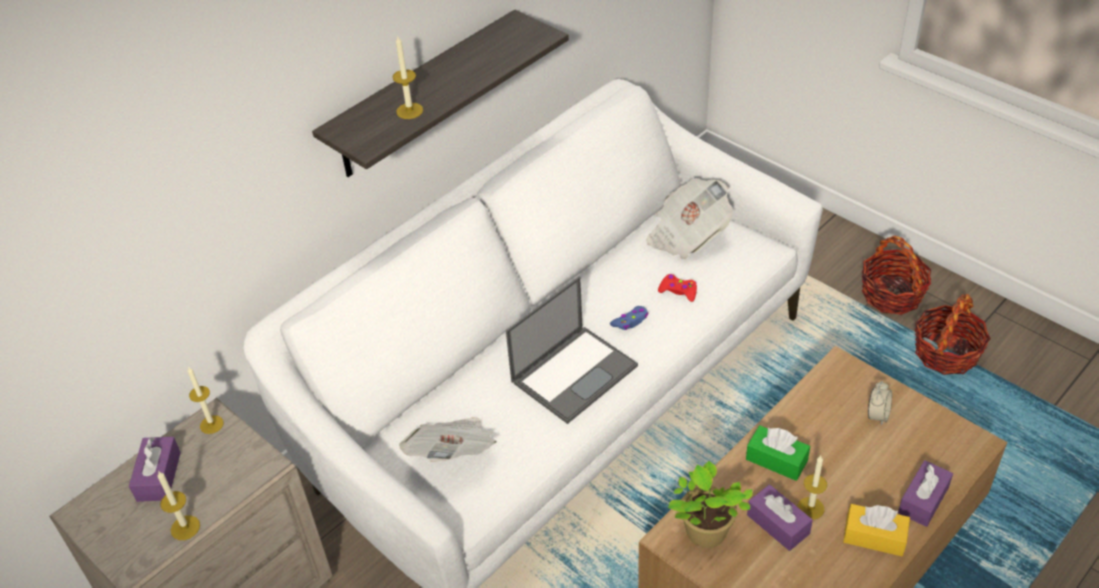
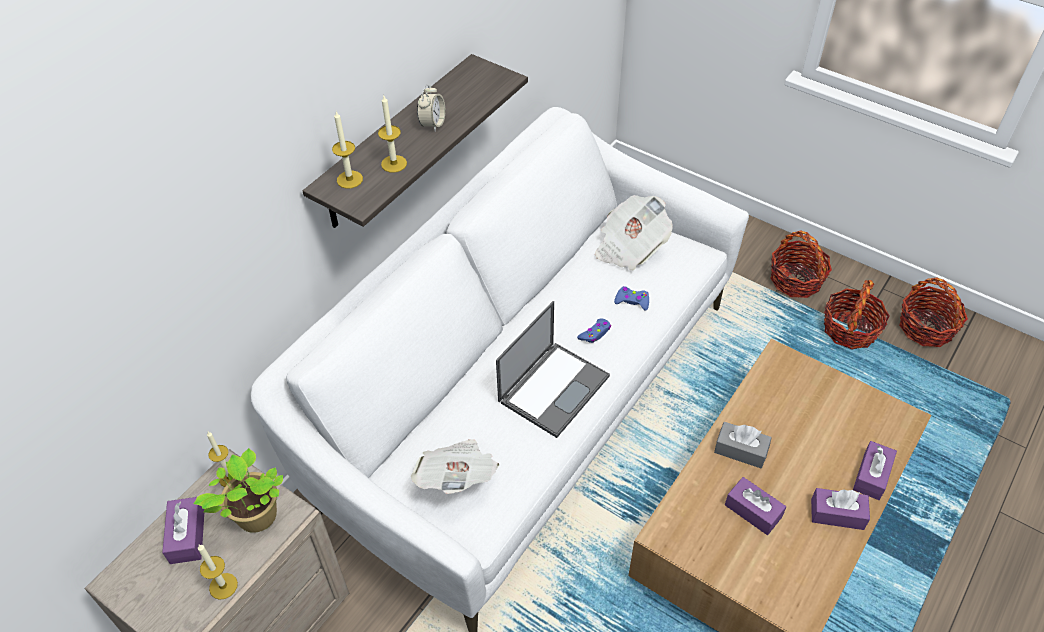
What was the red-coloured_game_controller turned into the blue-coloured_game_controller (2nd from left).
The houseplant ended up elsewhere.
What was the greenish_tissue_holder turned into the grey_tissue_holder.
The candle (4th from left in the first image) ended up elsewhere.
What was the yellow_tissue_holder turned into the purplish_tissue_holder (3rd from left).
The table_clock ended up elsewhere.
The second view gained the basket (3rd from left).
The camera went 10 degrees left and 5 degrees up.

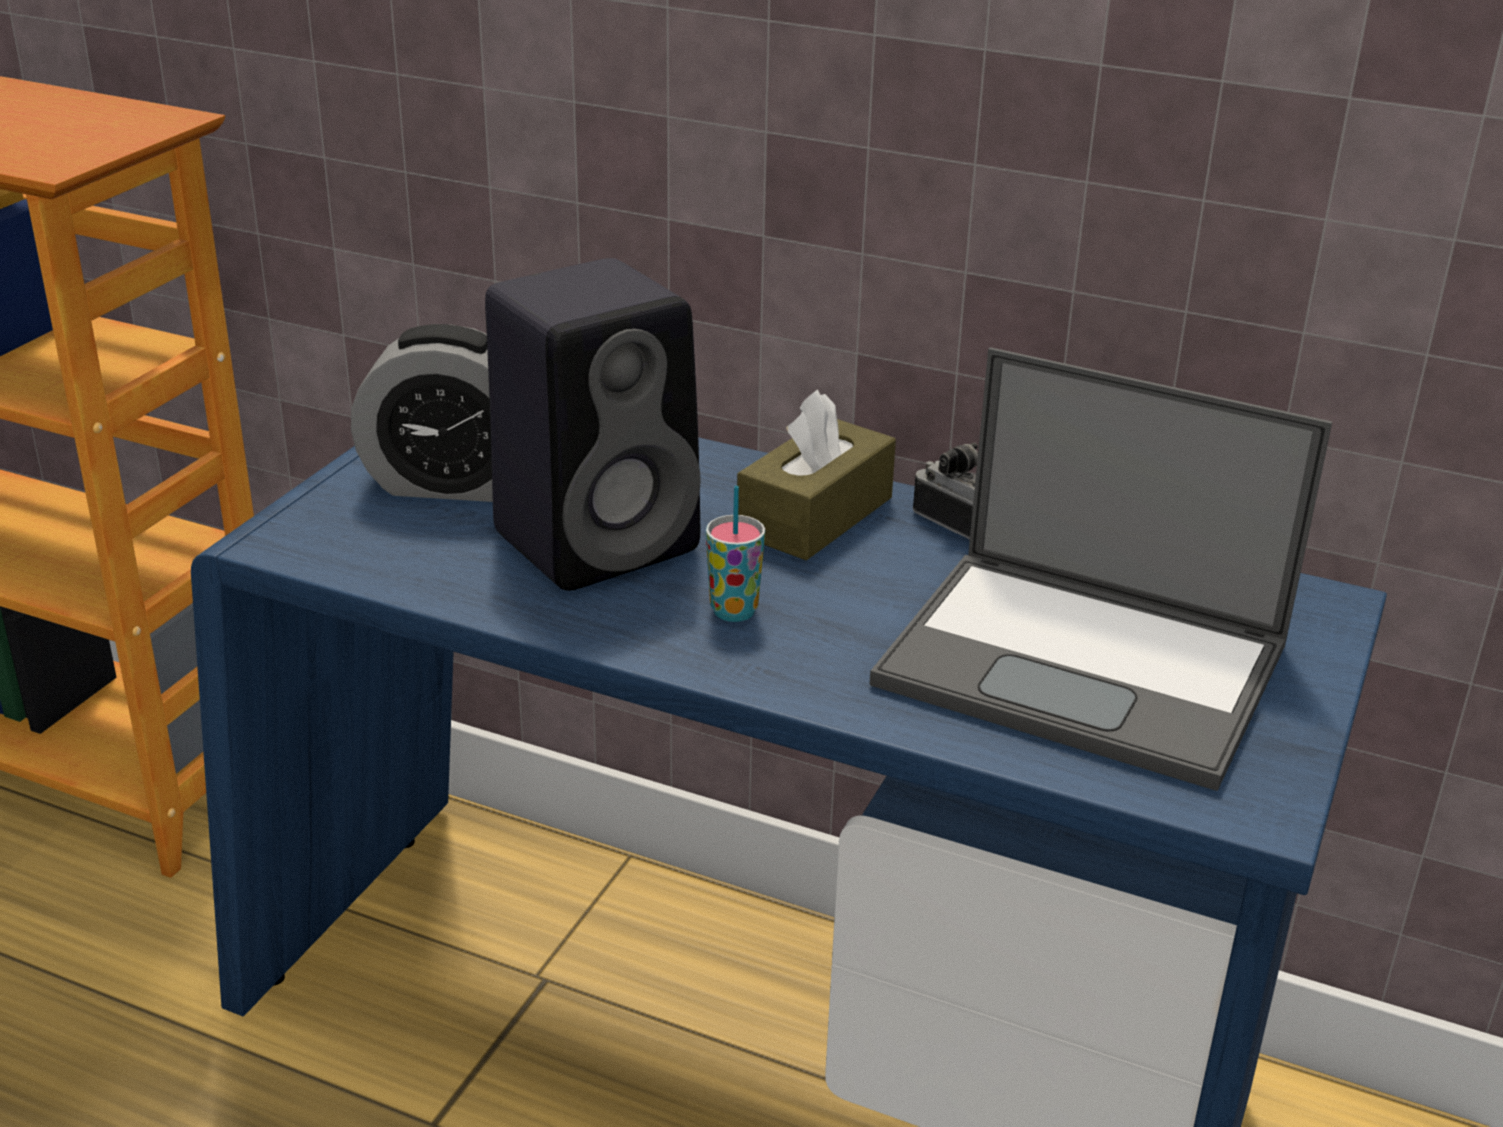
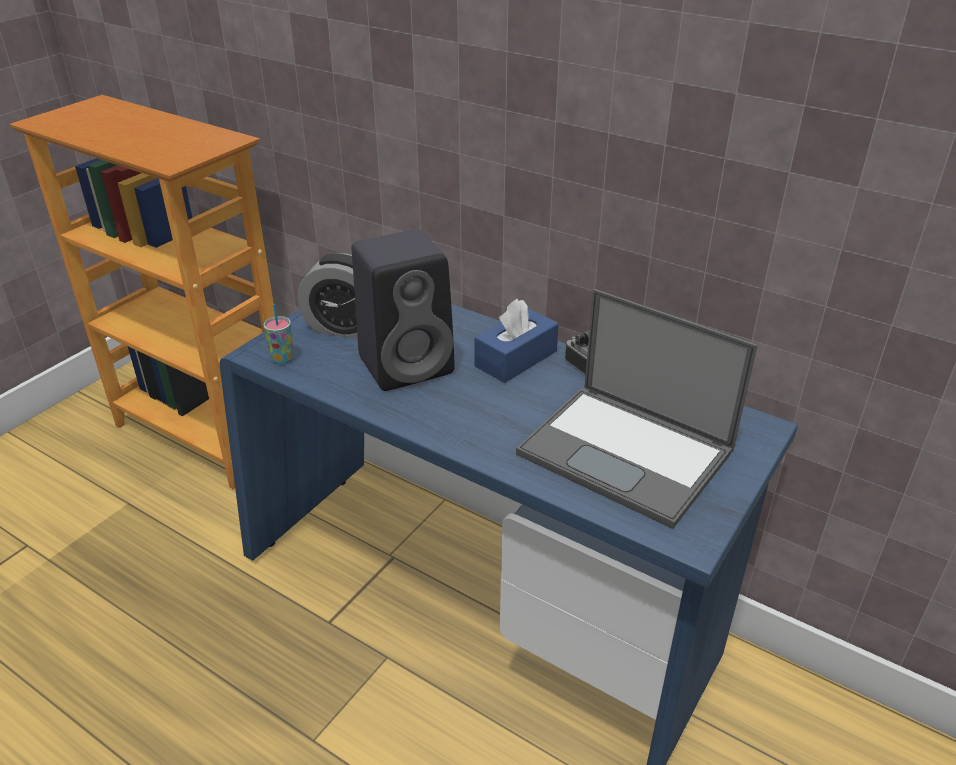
The cup ended up elsewhere.
What was the brownish_tissue_holder turned into the blue-coloured_tissue_holder.
The camera went 10 degrees right and 5 degrees up.

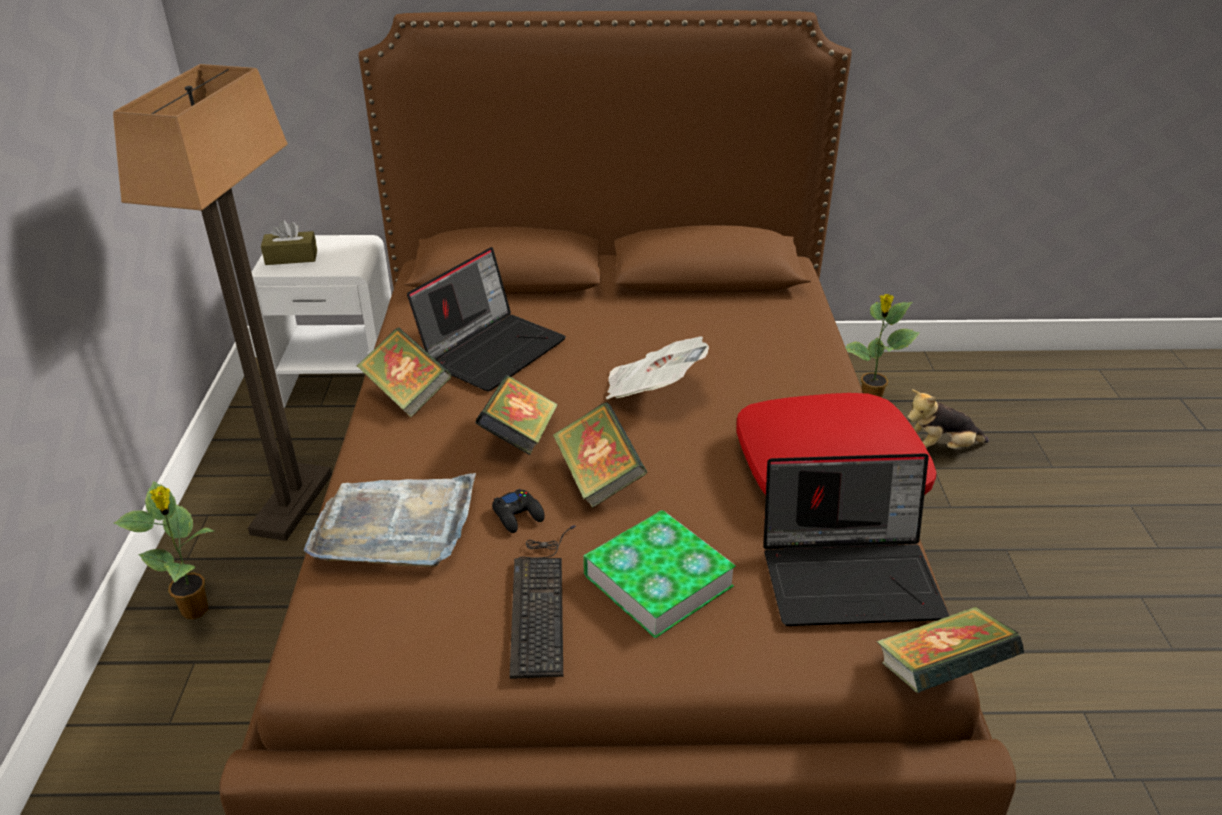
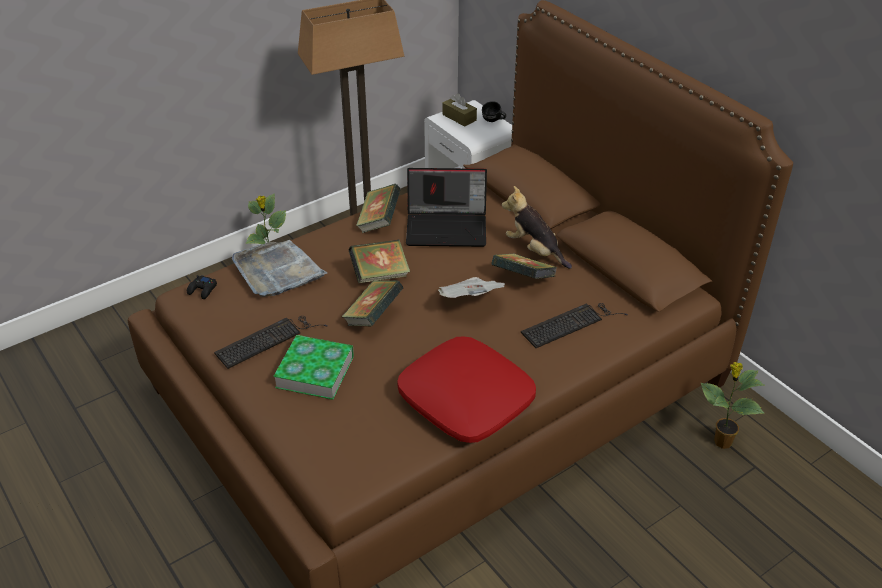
The black_game_controller ended up elsewhere.
The second view lost the notebook_computer (2nd from left).
The book (5th from left) ended up elsewhere.
The soft_toy ended up elsewhere.
The second view gained the black_coffee_mug.
The second view gained the keyboard (2nd from left).
The camera went 55 degrees right and 5 degrees up.

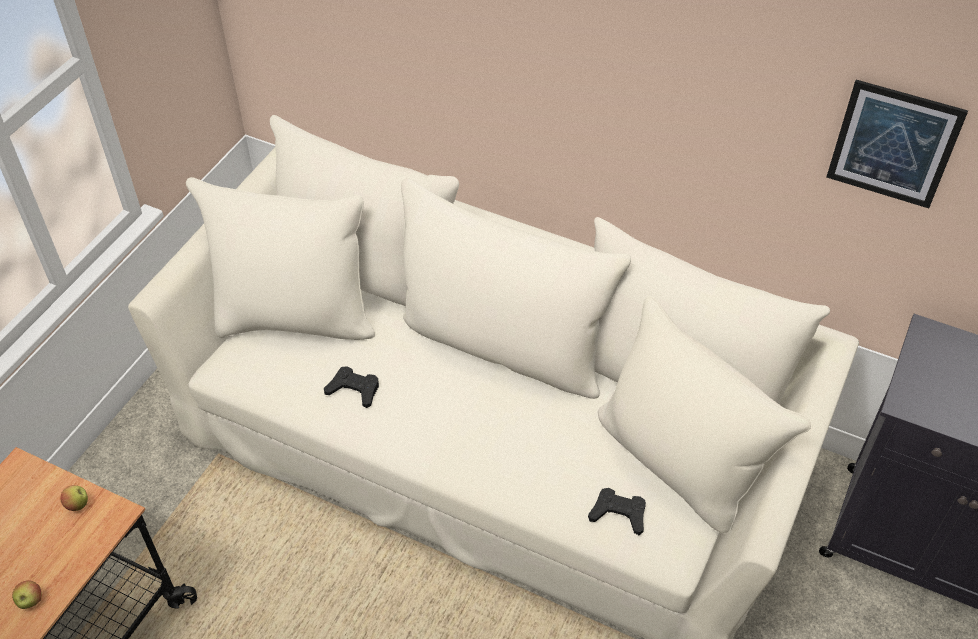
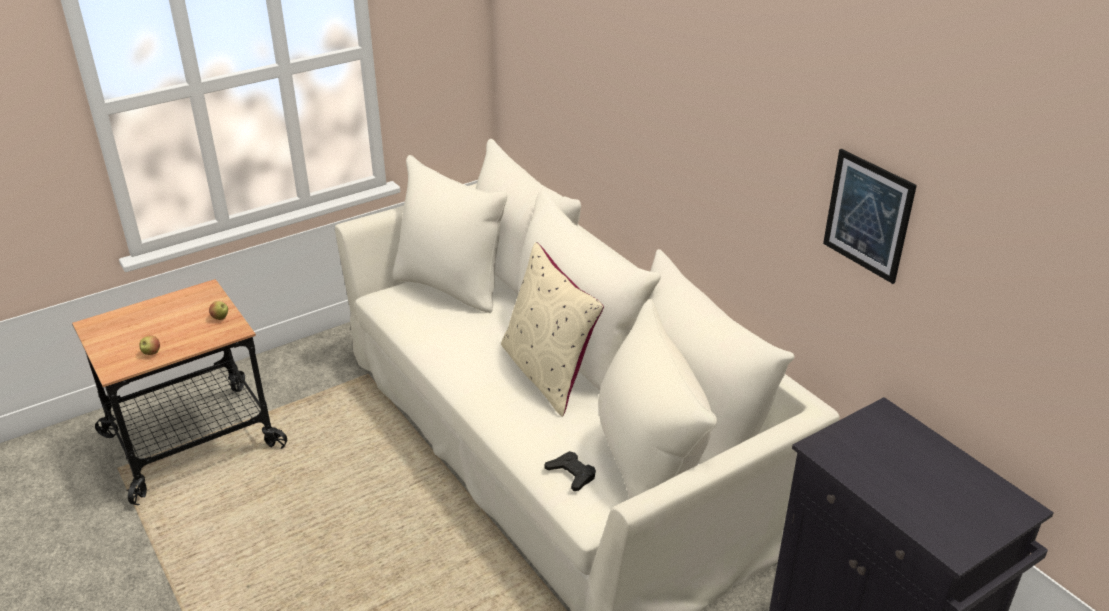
The second view lost the black_game_controller (1st from left).
The second view gained the beige-coloured_pillow.
The camera went 30 degrees right and 15 degrees down.

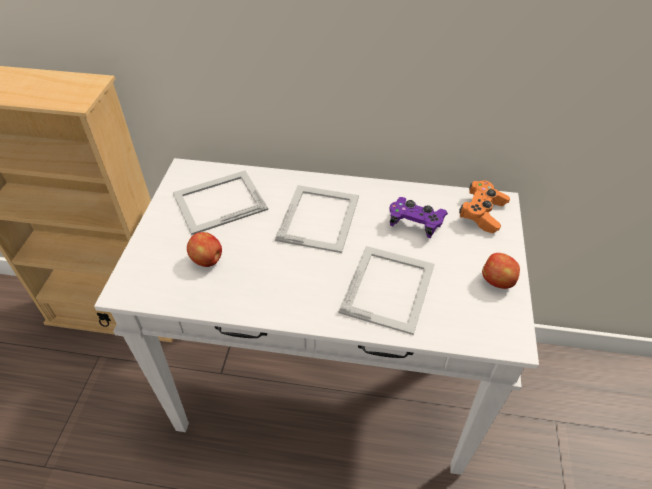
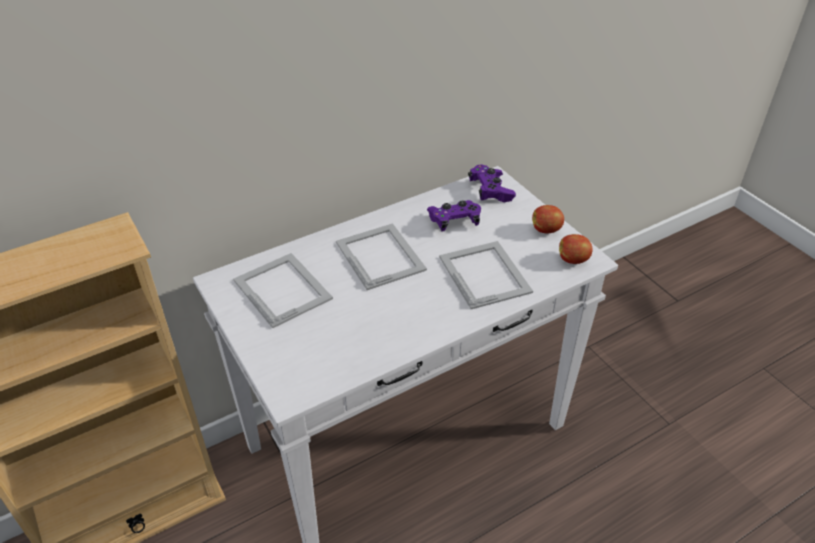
The standing_frame (1st from left) ended up facing another way, 120 degrees clockwise from before.
The apple (1st from left in the first image) ended up elsewhere.
What was the orangey_game_controller turned into the purplish_game_controller (2nd from left).
The camera went 40 degrees left and 5 degrees down.

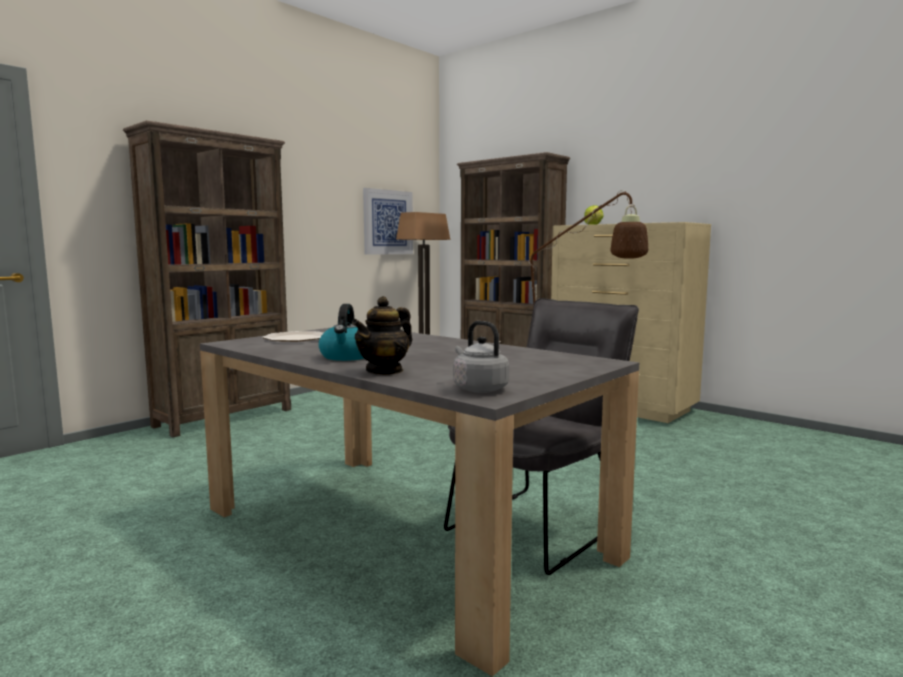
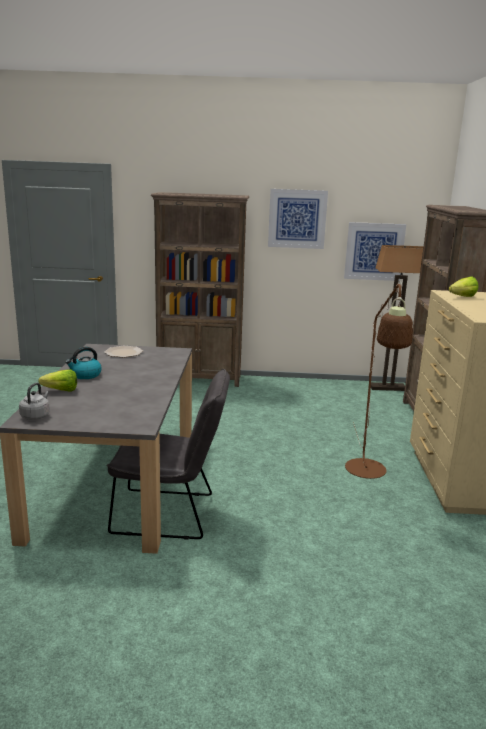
Where the pot_for_tea stood, the head_of_lettuce (1st from left) came to stand.
The second view gained the picture (1st from left).
The camera went 50 degrees right and 10 degrees up.

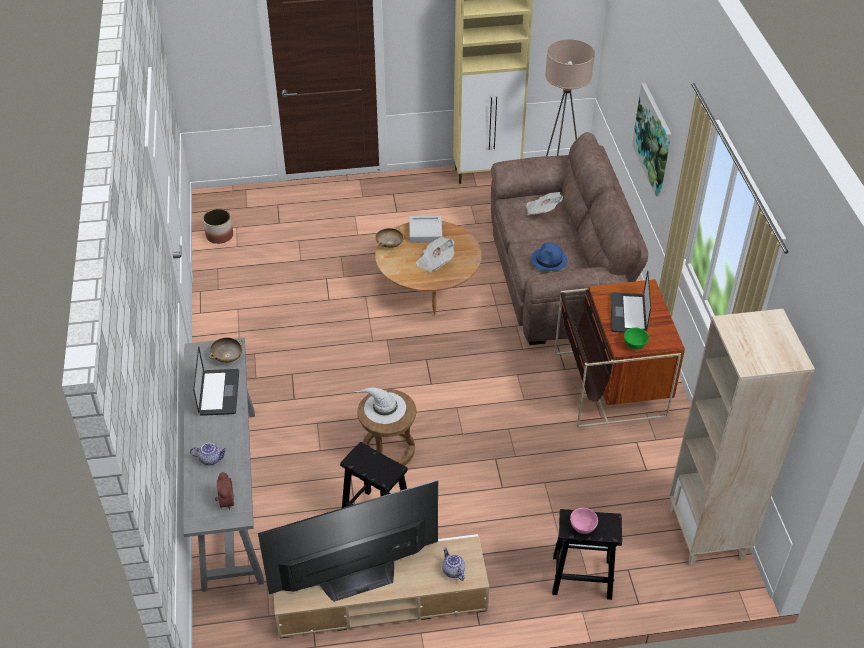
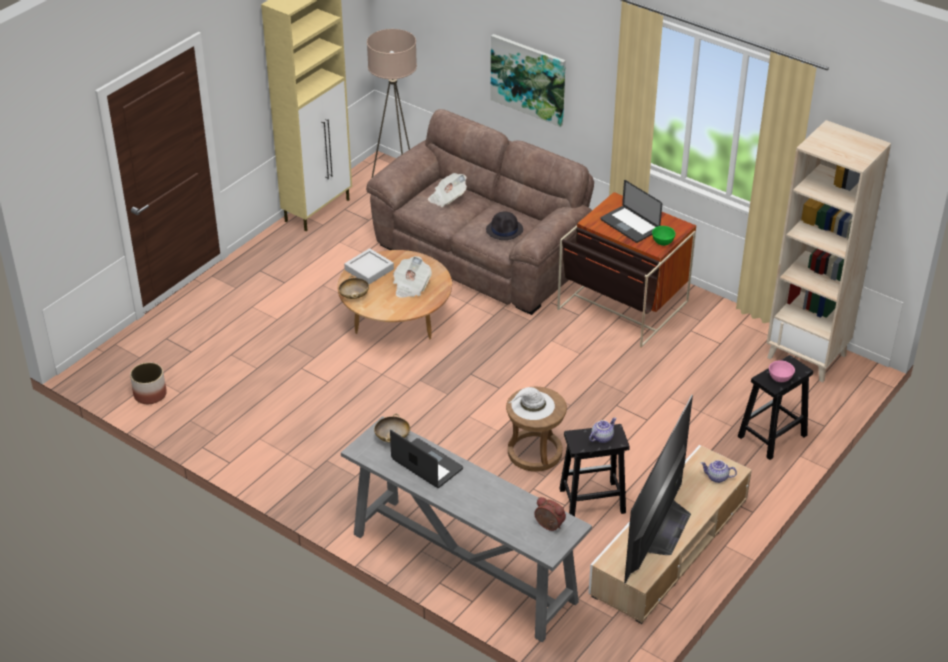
The pot_for_tea (1st from left) ended up elsewhere.
What was the blue-coloured_clothing_hat turned into the black_clothing_hat.
The camera went 45 degrees left and 5 degrees down.

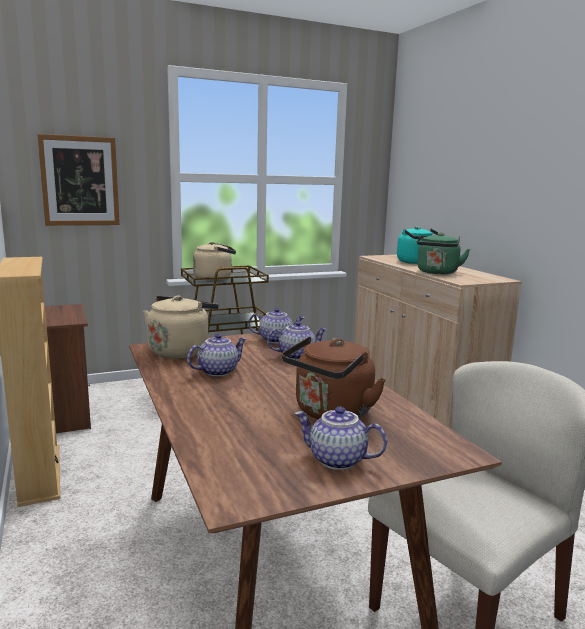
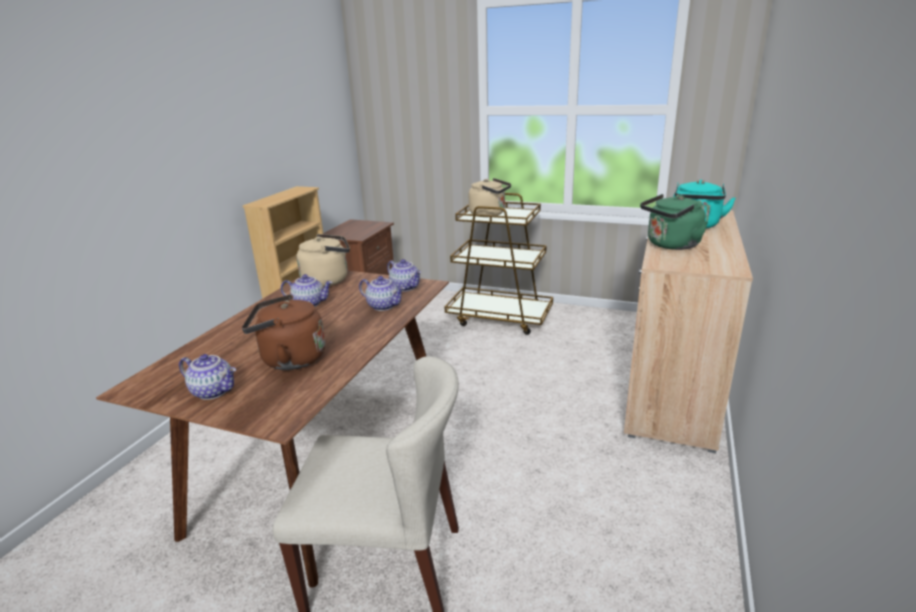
The second view lost the picture.
The pot_for_tea (4th from left in the first image) ended up facing another way, 135 degrees clockwise from before.
The camera went 45 degrees right and 10 degrees up.

